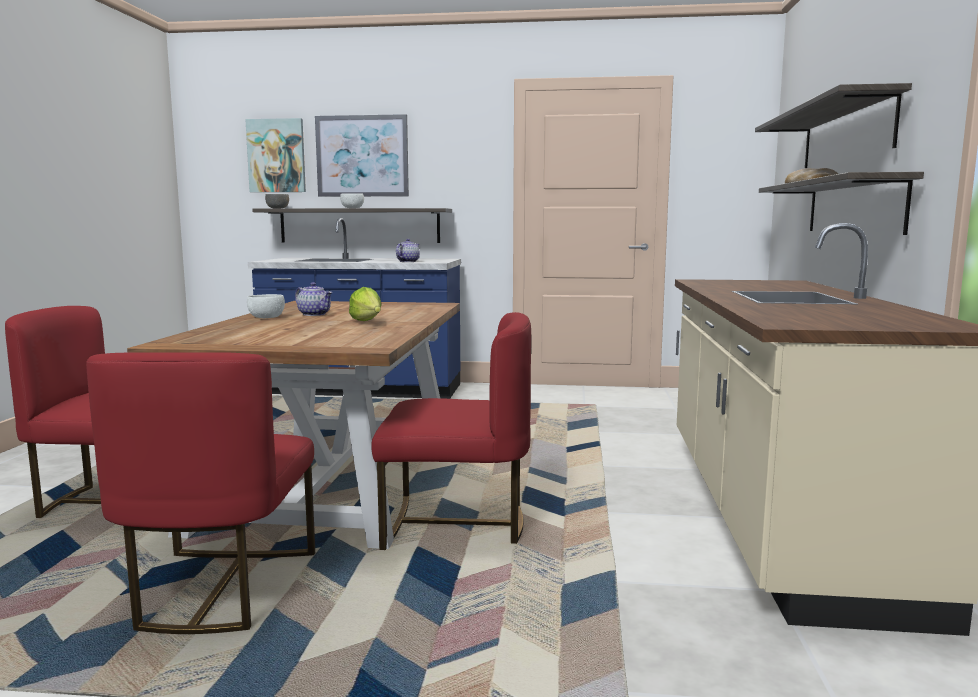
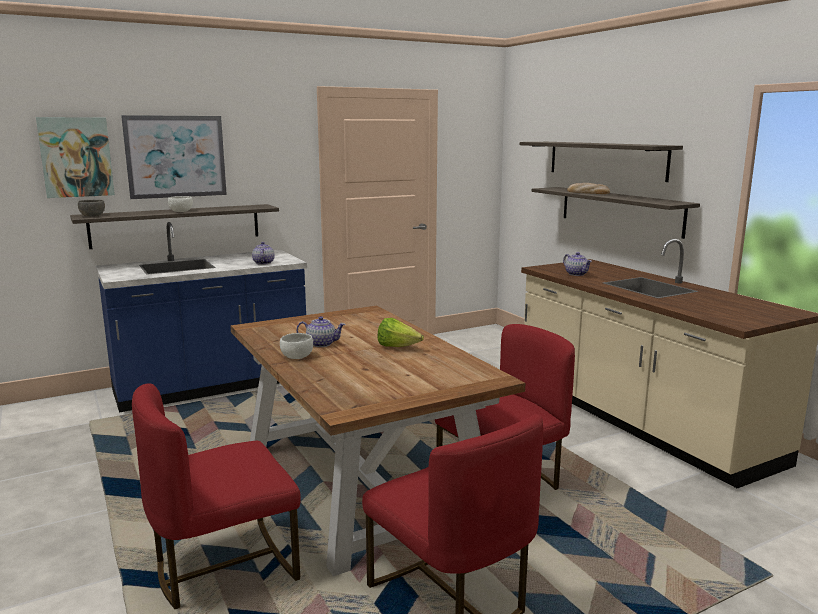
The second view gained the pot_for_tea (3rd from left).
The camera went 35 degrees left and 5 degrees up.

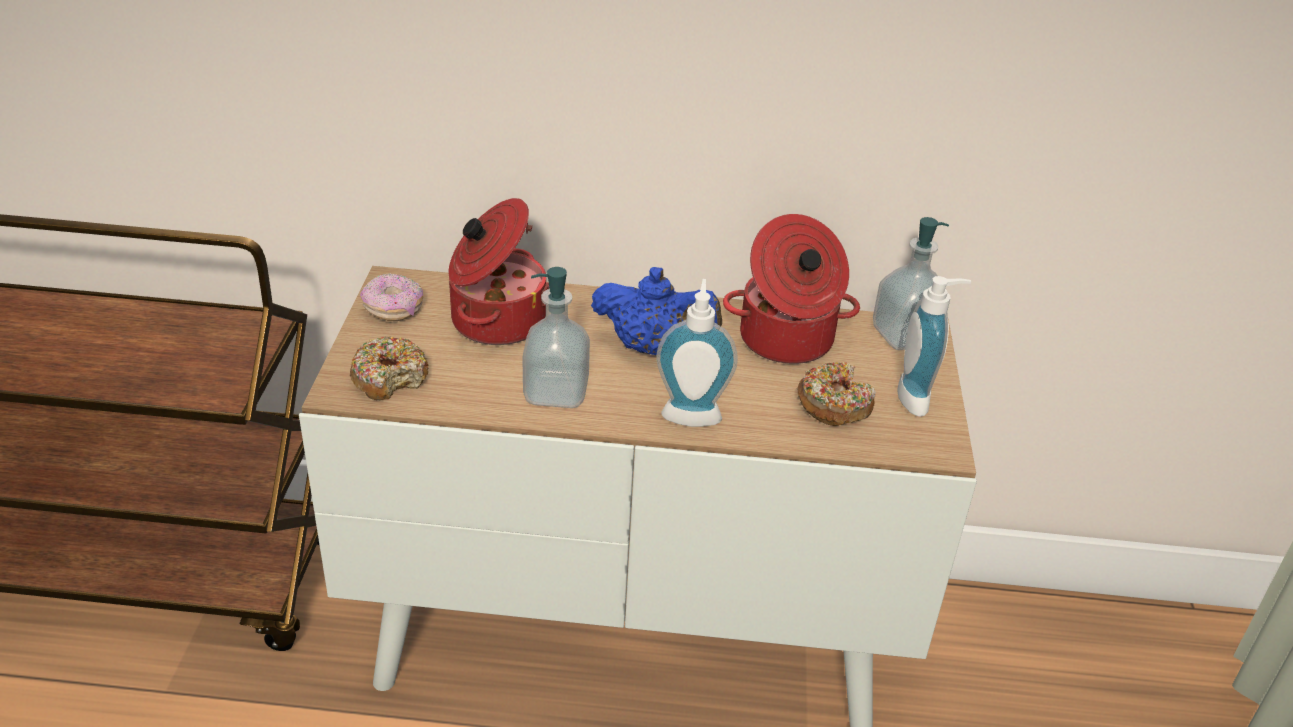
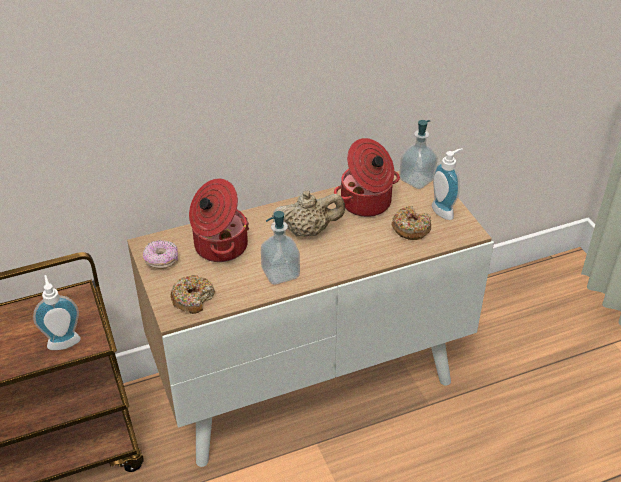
What was the blue-coloured_pot_for_tea turned into the beige-coloured_pot_for_tea.
The soap_bottle (2nd from left in the first image) ended up elsewhere.
The camera went 25 degrees left and 5 degrees up.

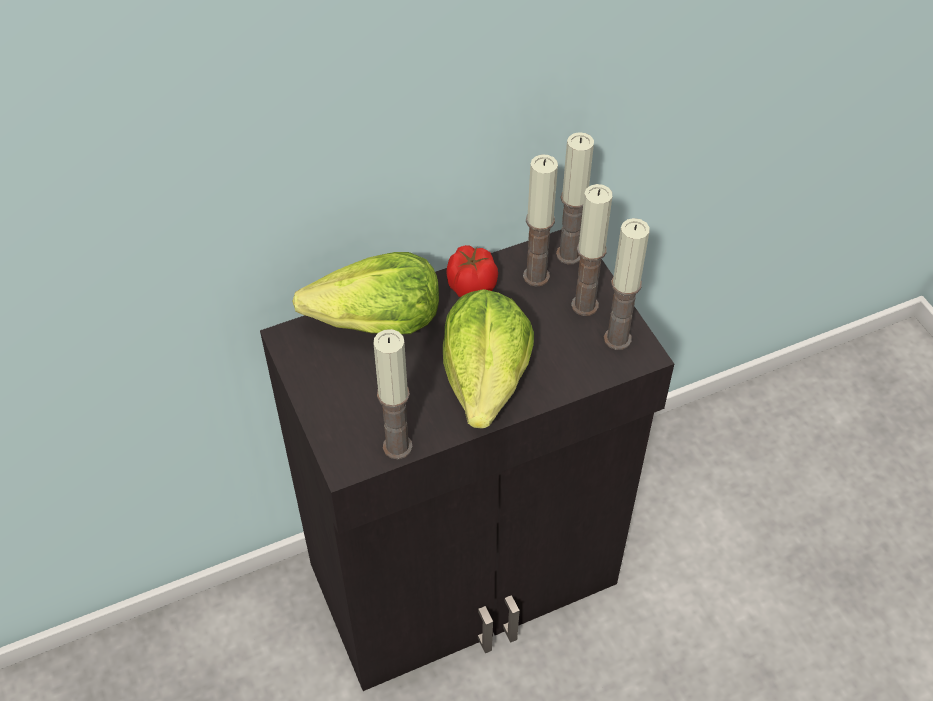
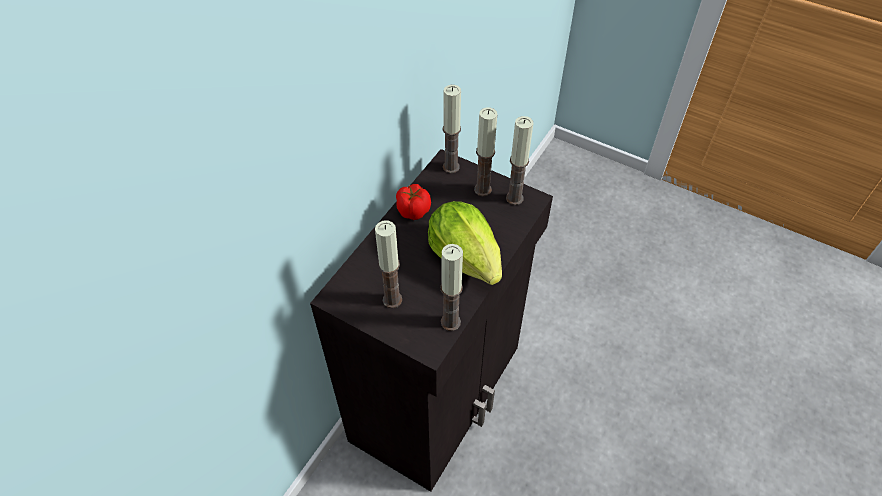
The second view lost the head_of_lettuce (1st from left).
The candle (2nd from left in the first image) ended up elsewhere.
The camera went 35 degrees left and 0 degrees up.

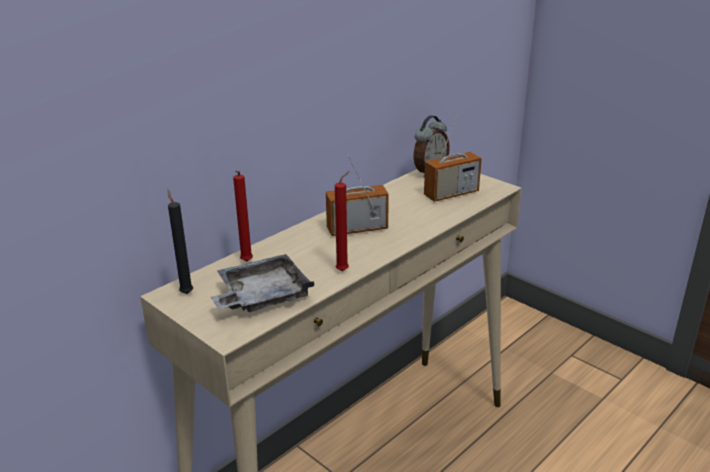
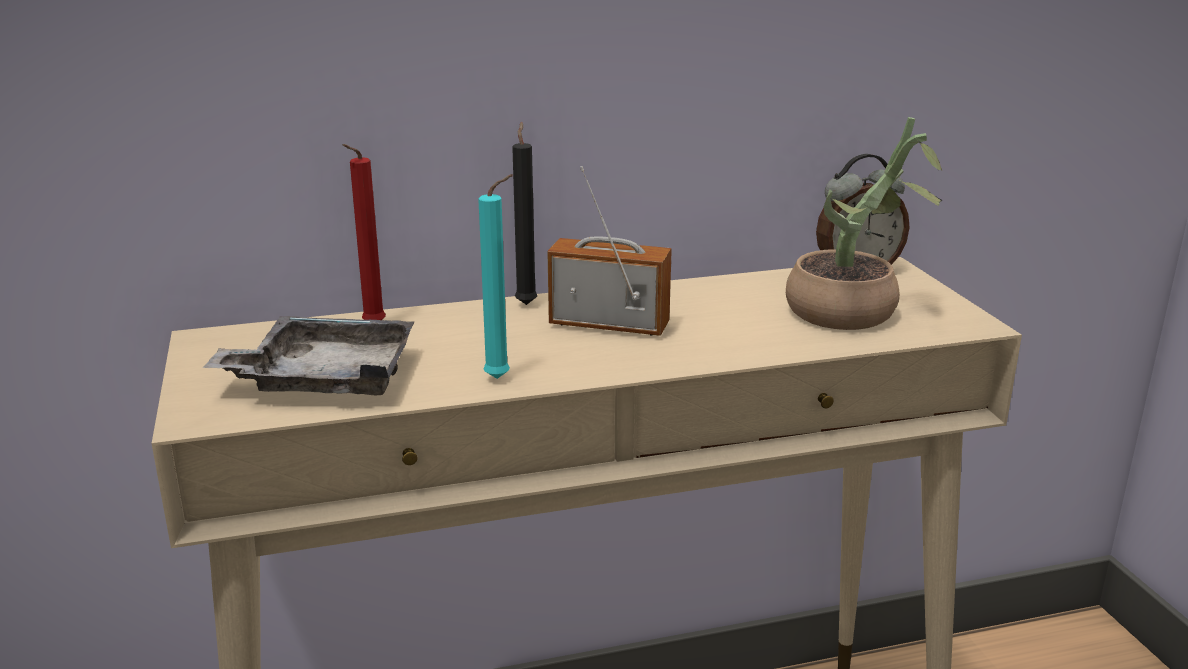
The black_candle ended up elsewhere.
What was the red-coloured_candle (2nd from left) turned into the turquoise-coloured_candle.
Where the radio_set (2nd from left) stood, the houseplant came to stand.
The camera went 30 degrees right and 5 degrees down.

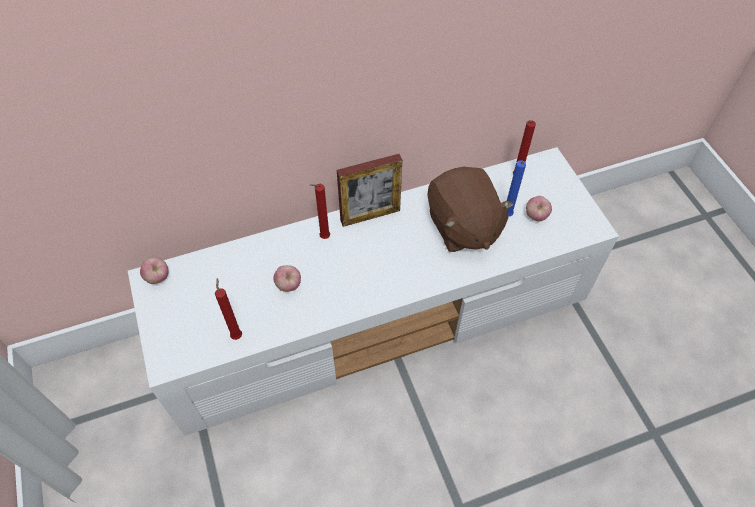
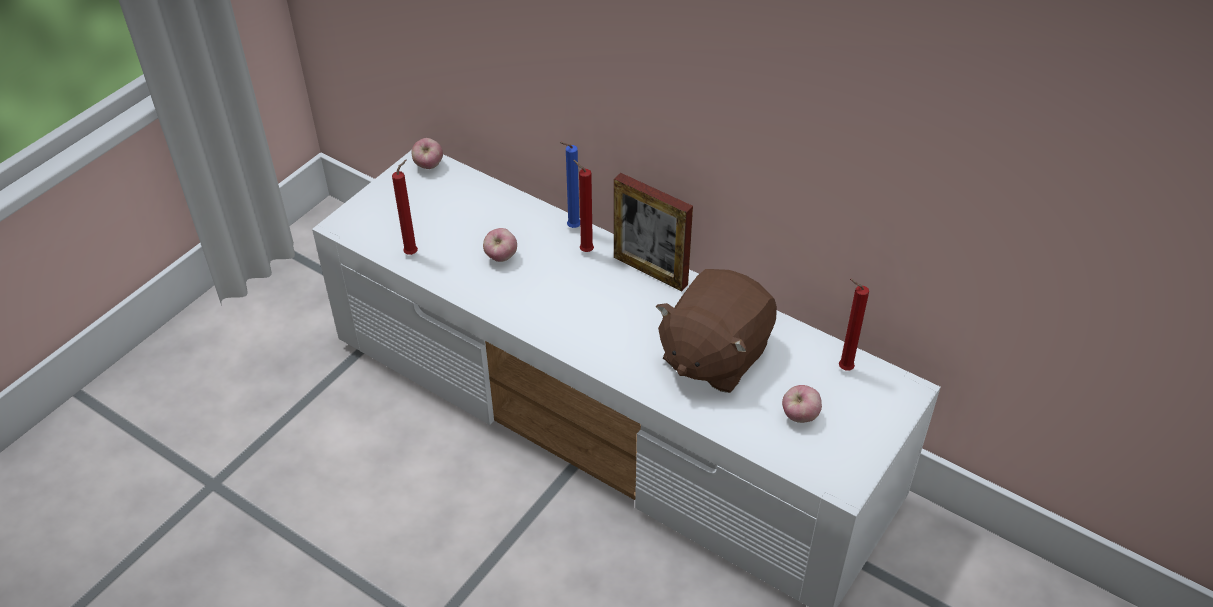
The blue-coloured_candle ended up elsewhere.
The camera went 55 degrees right and 10 degrees down.

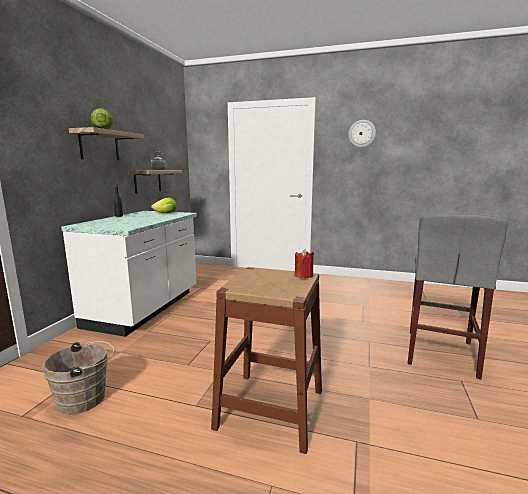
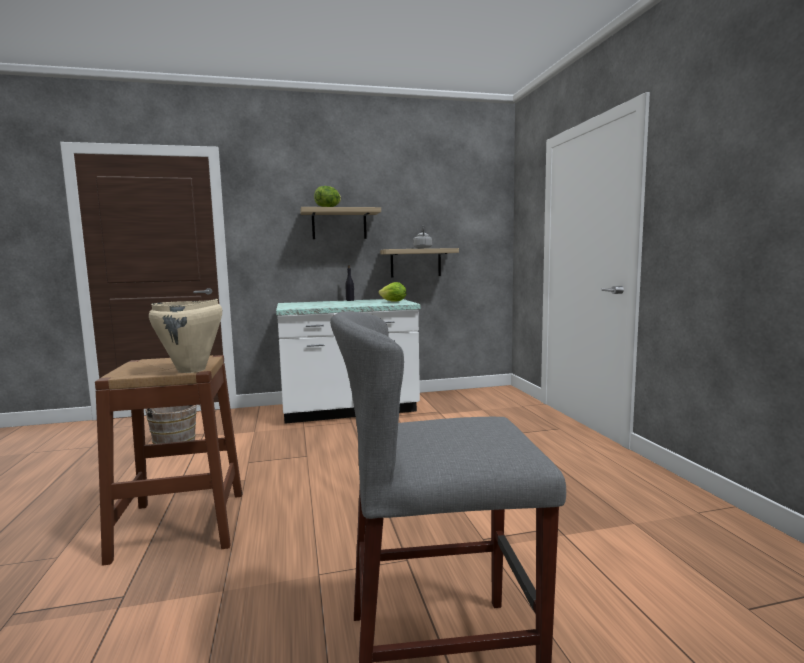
Where the red-coloured_candle stood, the beige-coloured_stockpot came to stand.
The second view lost the wall_clock.
The camera went 60 degrees right and 5 degrees down.

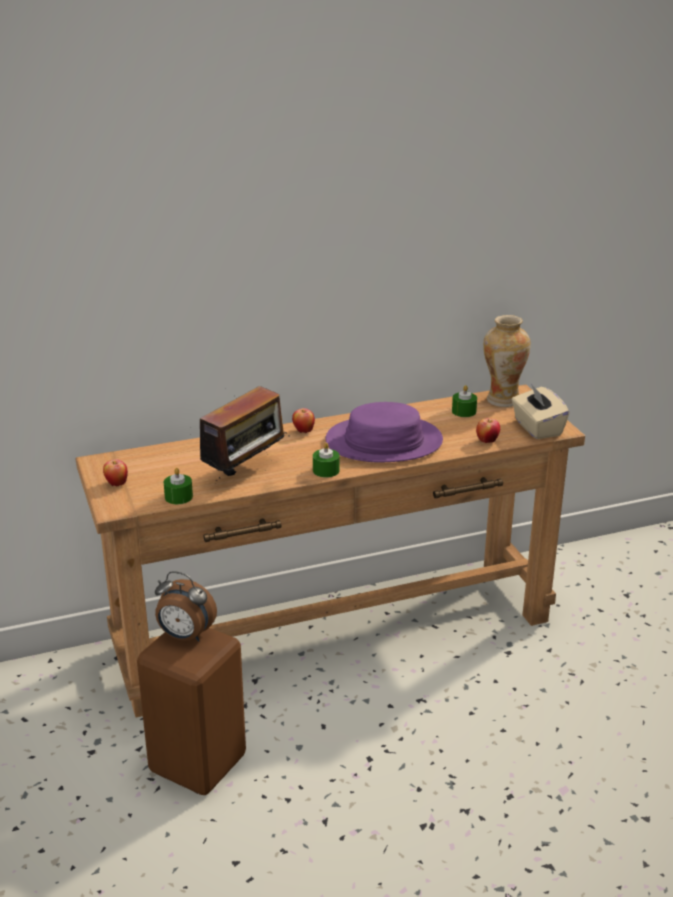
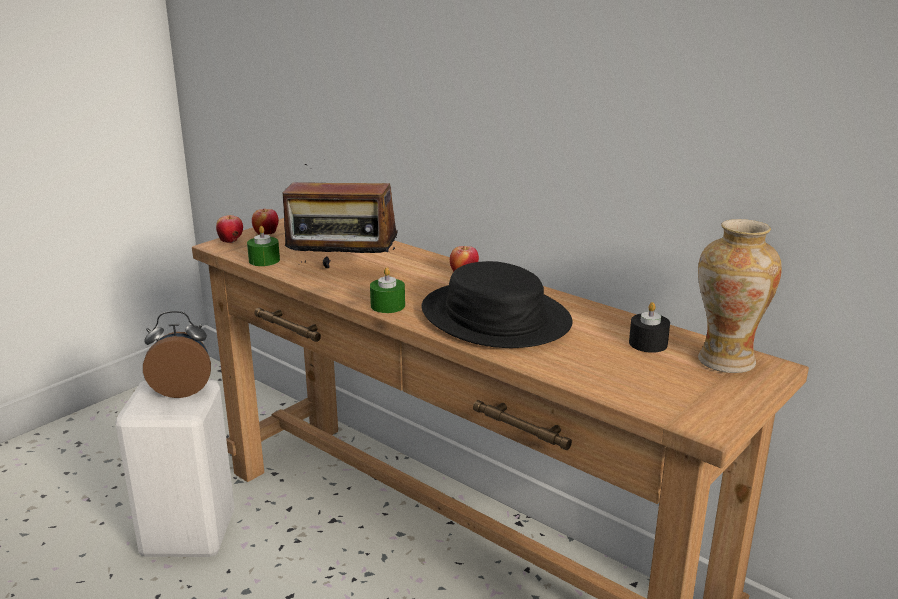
What was the brownish_sitting_stool turned into the white_sitting_stool.
The table_clock ended up facing another way, 90 degrees clockwise from before.
What was the purplish_clothing_hat turned into the black_clothing_hat.
What was the greenish_candle (3rd from left) turned into the black_candle.
The apple (3rd from left in the first image) ended up elsewhere.
The second view lost the beige-coloured_tissue_holder.
The camera went 60 degrees right and 5 degrees down.

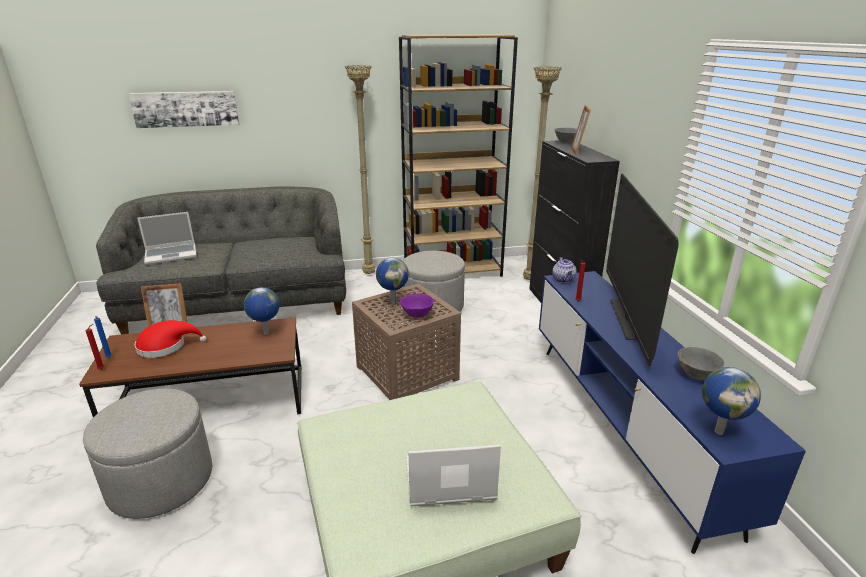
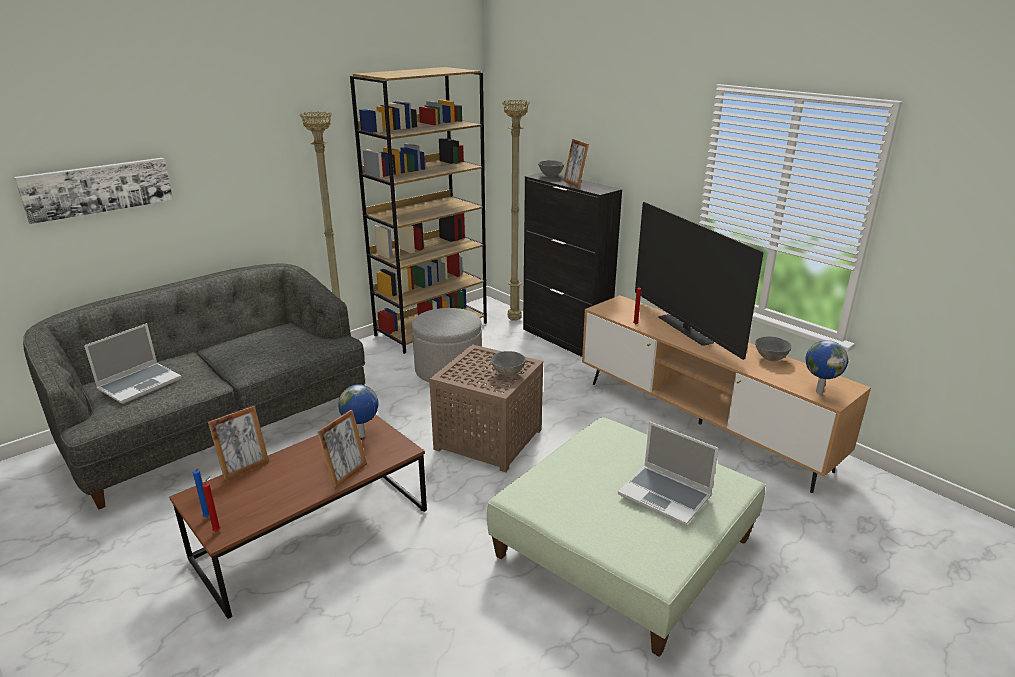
The second view lost the grey_footrest (1st from left).
The second view lost the red-coloured_clothing_hat.
The second view lost the desk_globe (2nd from left).
What was the purplish_serving_bowl turned into the grey_serving_bowl (1st from left).
The notebook_computer (2nd from left) ended up facing another way, 105 degrees counterclockwise from before.
What was the blue-coloured_tv_stand turned into the brownish_tv_stand.
The second view lost the pot_for_tea.
The second view gained the standing_frame (2nd from left).
The camera went 30 degrees left and 0 degrees up.

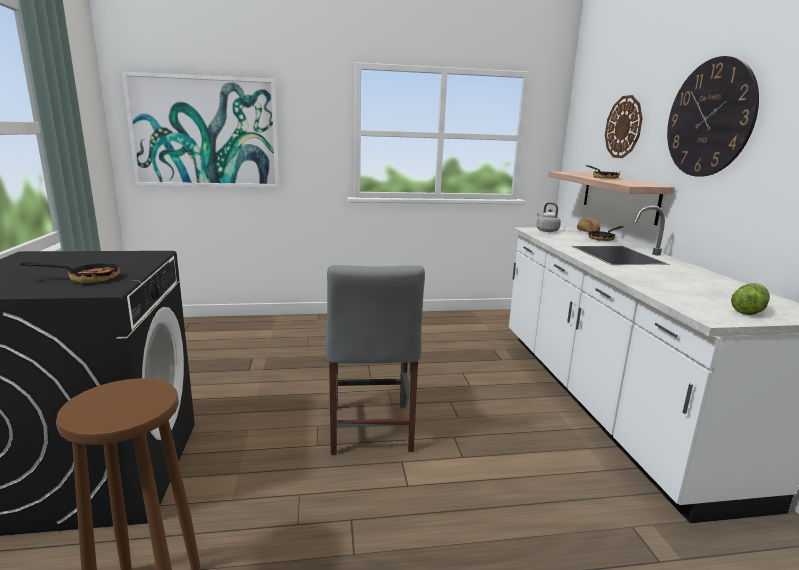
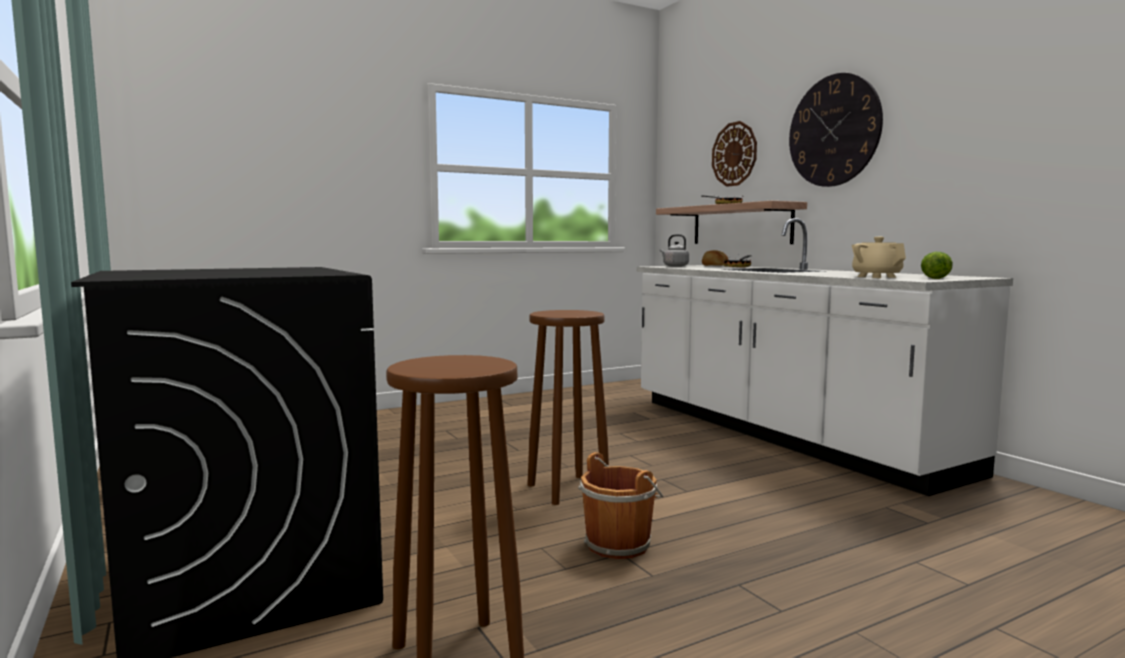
The second view lost the skillet (1st from left).
The second view lost the picture.
Where the grey_plain_chair stood, the brownish_sitting_stool (2nd from left) came to stand.
The second view gained the brownish_pail.
The second view gained the beige-coloured_pot_for_tea.
The camera went 20 degrees left and 10 degrees down.

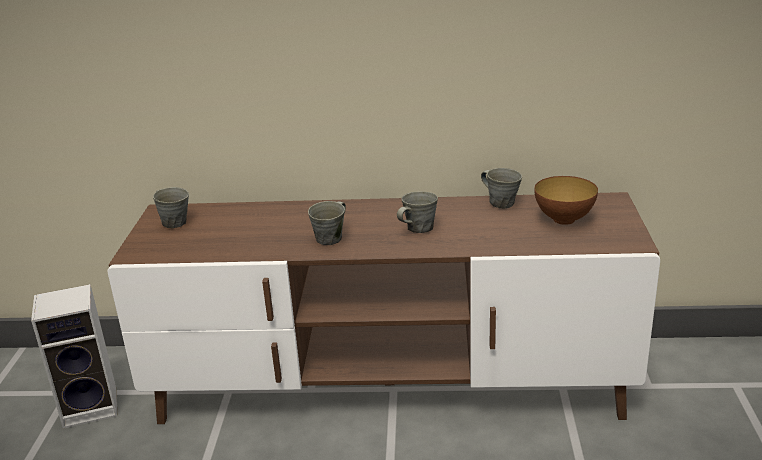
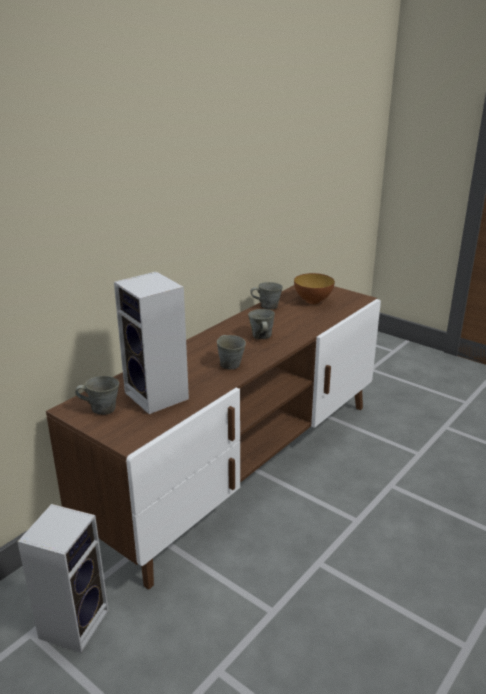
The second view gained the speaker (2nd from left).
The camera went 55 degrees left and 0 degrees up.

